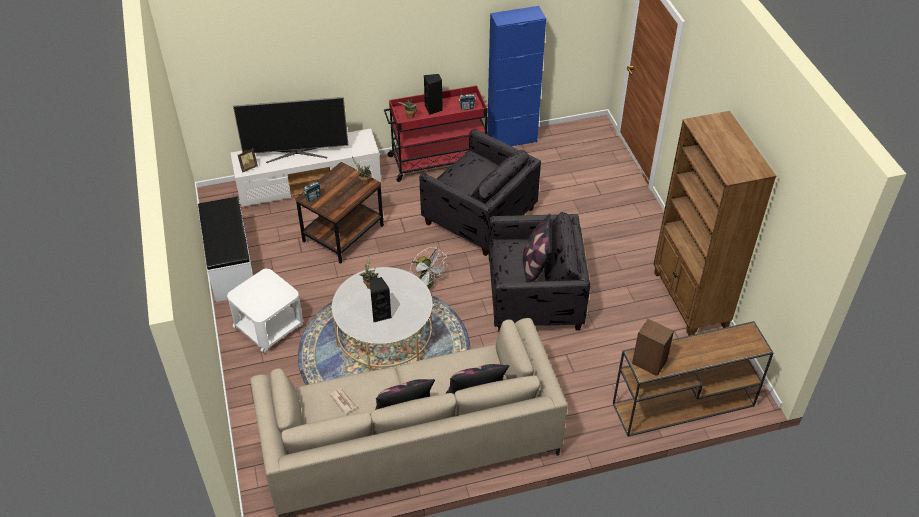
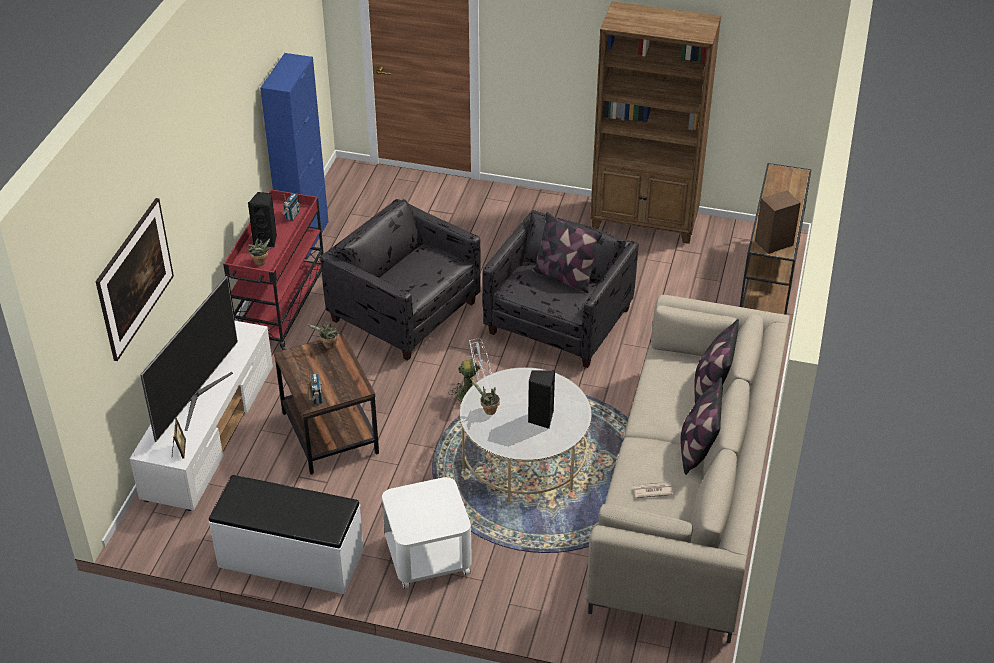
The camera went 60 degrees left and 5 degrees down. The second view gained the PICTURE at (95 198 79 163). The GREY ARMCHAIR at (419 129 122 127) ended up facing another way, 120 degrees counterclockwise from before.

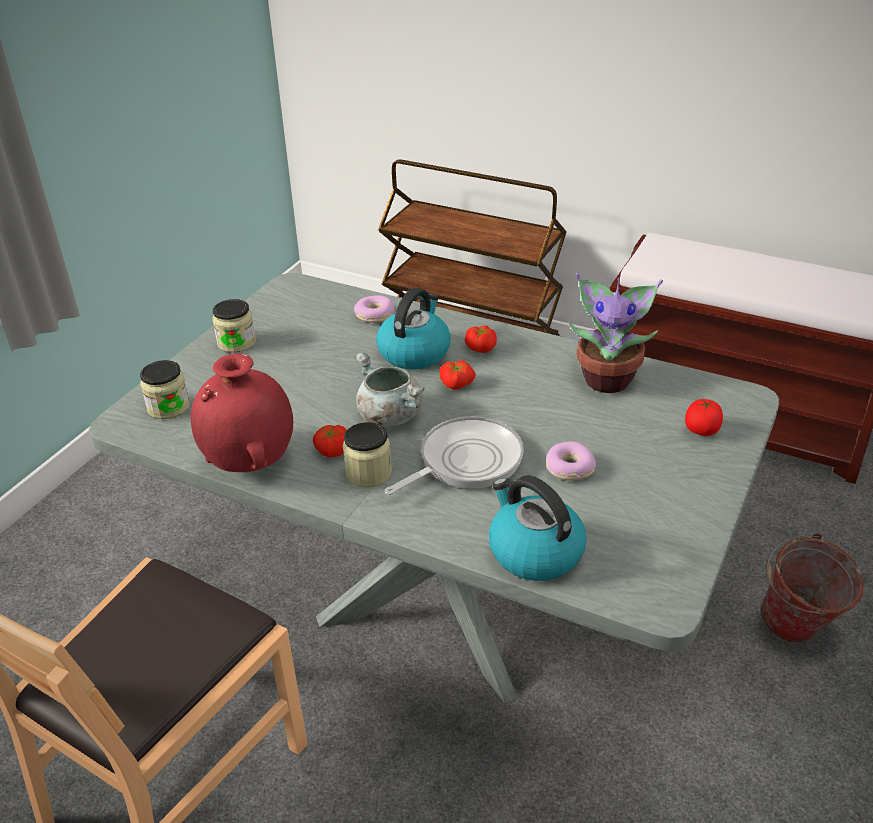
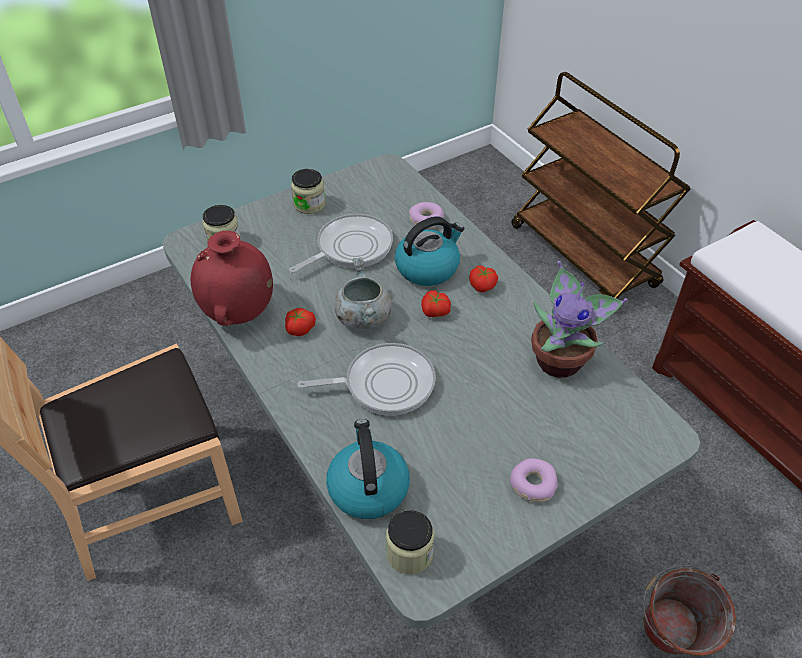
The camera went 30 degrees right and 10 degrees up. The second view gained the PAN at (289 214 104 59). The JAR ended up elsewhere, having gone from (343 422 49 65) to (386 510 48 64). The DOUGHNUT ended up elsewhere, having gone from (546 442 50 39) to (510 458 48 44). The second view lost the WHOLE TOMATO at (685 399 38 37).

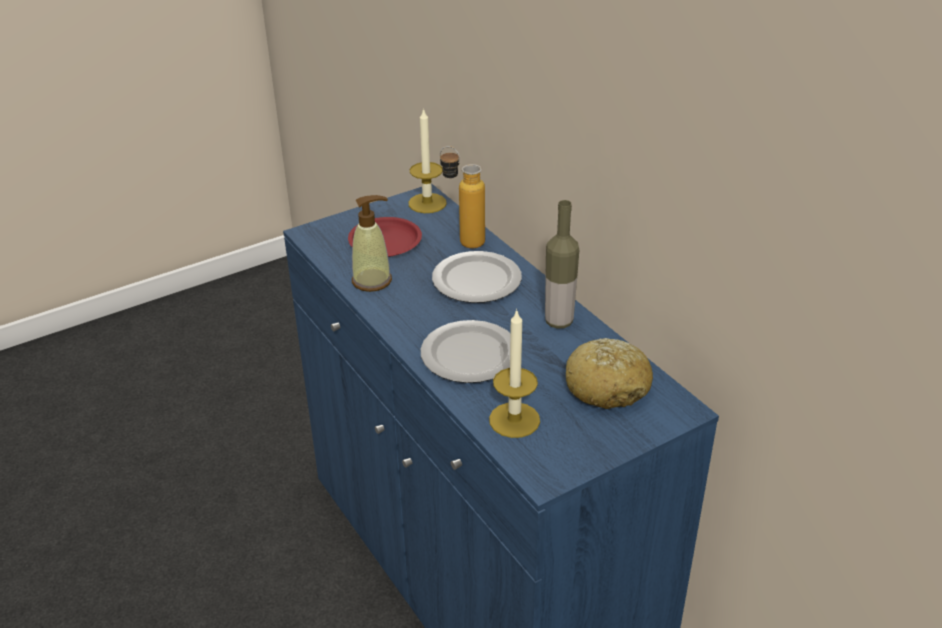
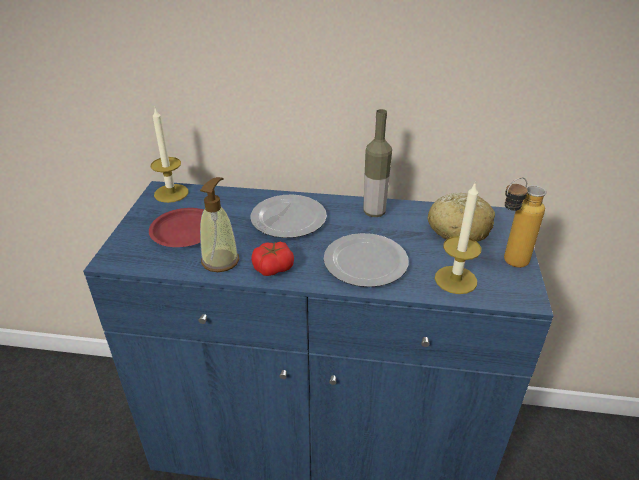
The camera went 50 degrees left and 0 degrees up. The second view gained the WHOLE TOMATO at (251 241 43 35). The BOTTLE ended up elsewhere, having gone from (440 146 45 102) to (504 177 43 91).

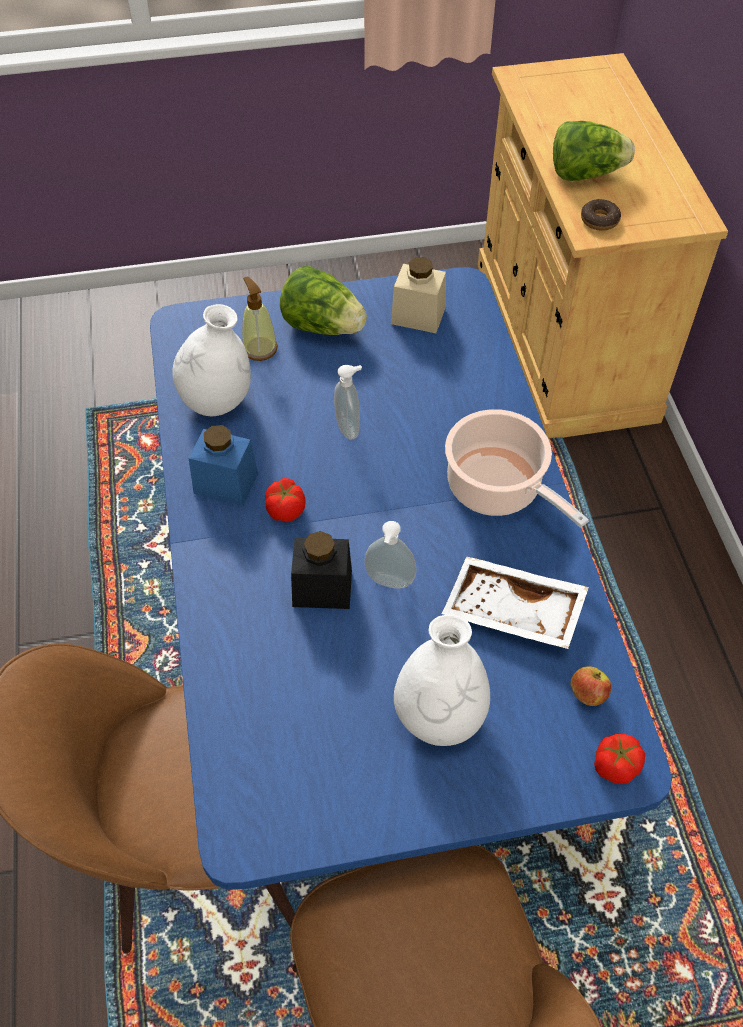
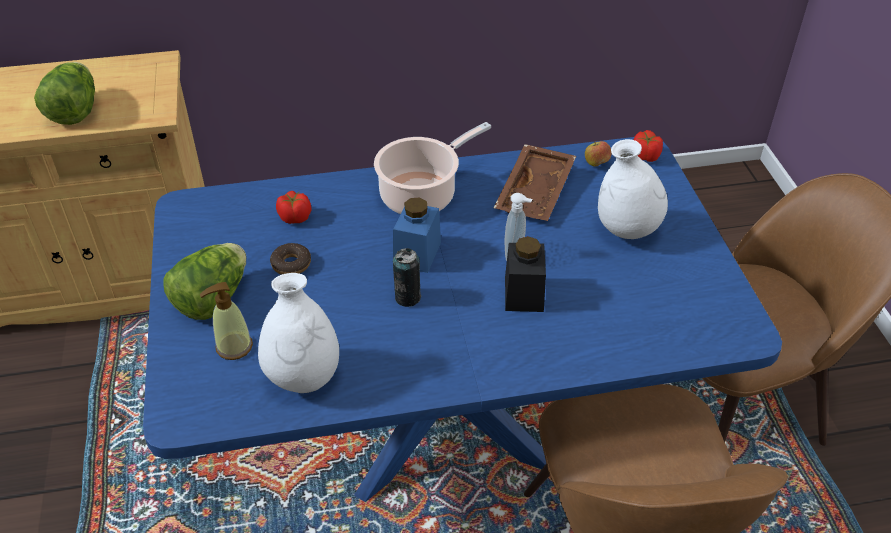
The camera went 90 degrees left and 10 degrees down. The DOUGHNUT ended up elsewhere, having gone from (581 199 40 31) to (270 243 41 32). The WHOLE TOMATO ended up elsewhere, having gone from (265 478 41 44) to (276 191 35 33). The BLUE JAR ended up elsewhere, having gone from (189 425 69 81) to (393 198 48 75). The second view gained the SEALED CAN at (393 248 28 59). What was the WHITE CARRYING TRAY at (442 556 147 93) turned into the BROWN CARRYING TRAY at (494 144 82 77). The second view lost the SOAP DISPENSER at (334 365 28 75). The second view lost the SAND-COLOURED JAR at (391 257 55 76).

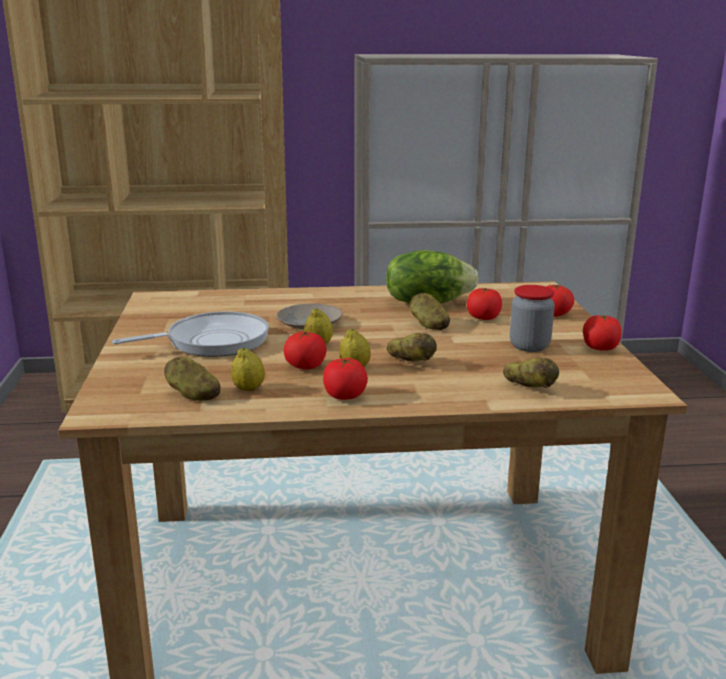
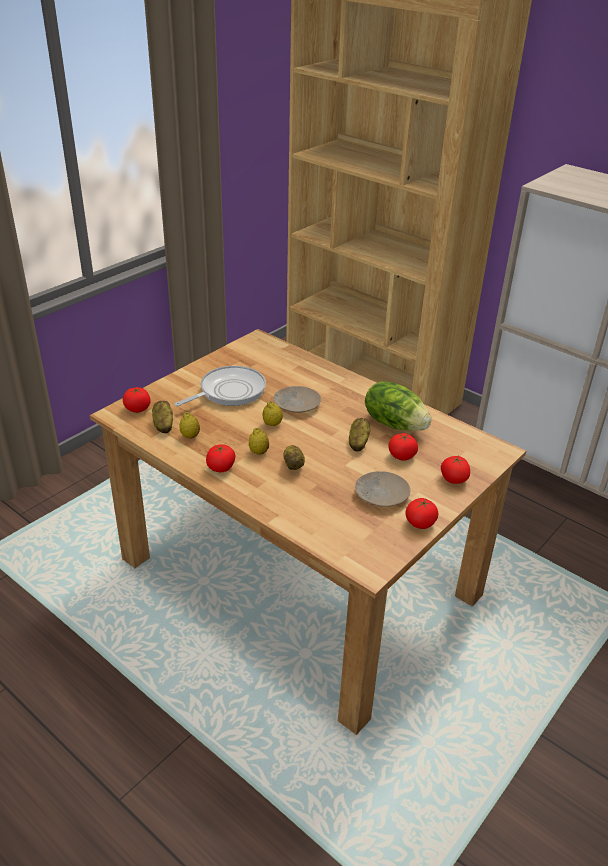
The camera went 45 degrees right and 15 degrees up. The WHOLE TOMATO ended up elsewhere, having gone from (284 331 43 38) to (123 387 28 26). The PAN at (112 311 157 46) ended up facing another way, 60 degrees counterclockwise from before. Where the JAR stood at (510 285 45 67), the SAND-COLOURED FLAT DISH came to stand at (355 471 55 36). The second view lost the SPUD at (503 358 56 30).

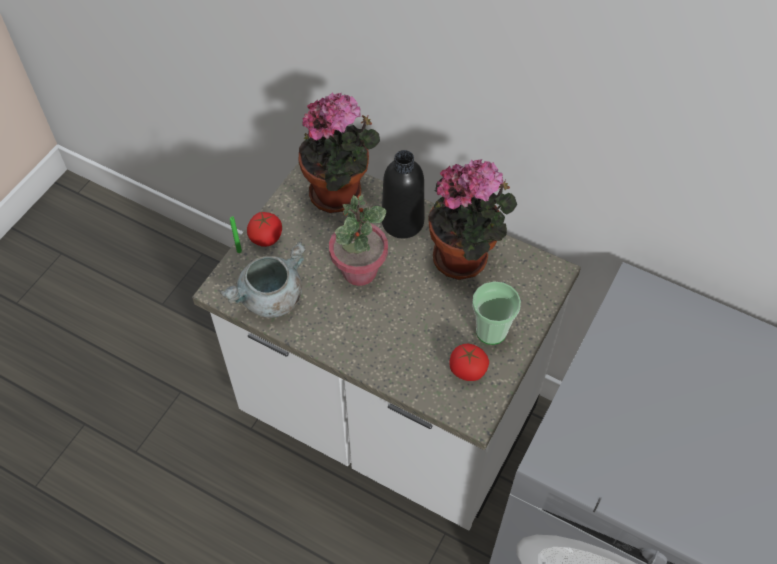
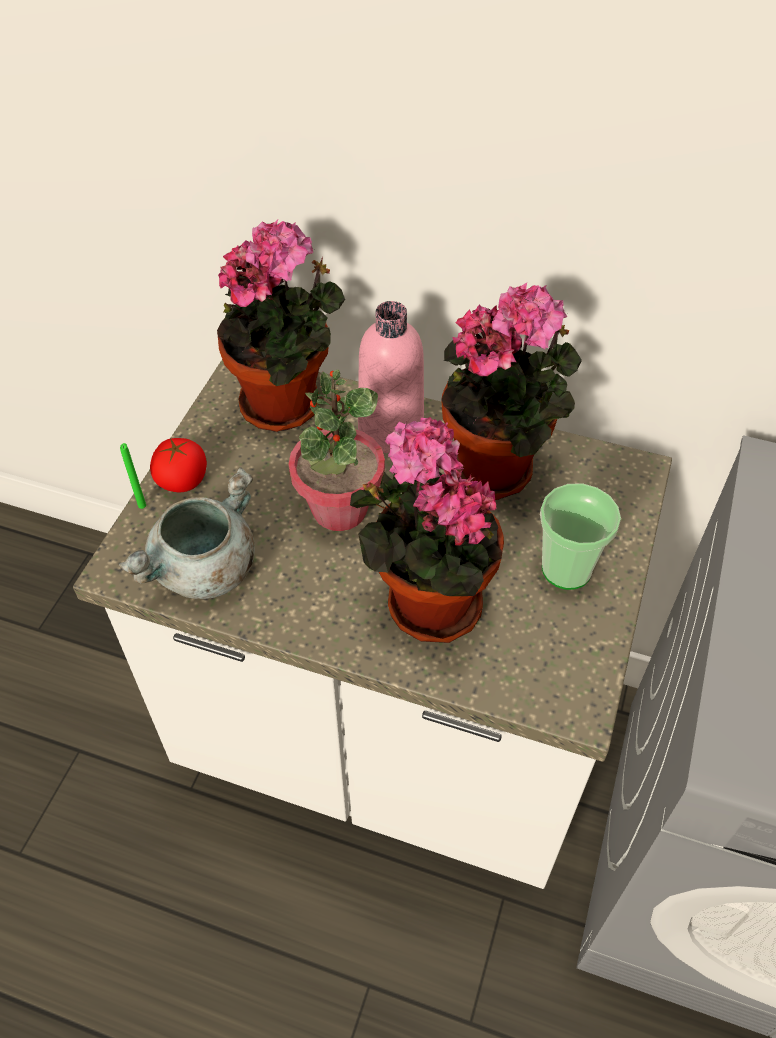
The camera went 10 degrees left and 5 degrees down. The second view gained the PLANT IN A POT at (350 417 154 226). What was the BLACKISH BOTTLE at (382 150 42 88) turned into the PINK-COLOURED BOTTLE at (358 301 66 152). The second view lost the WHOLE TOMATO at (449 344 40 37).

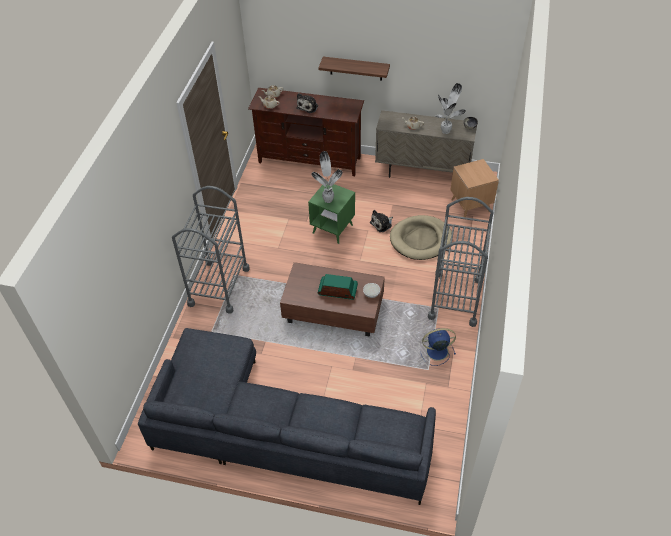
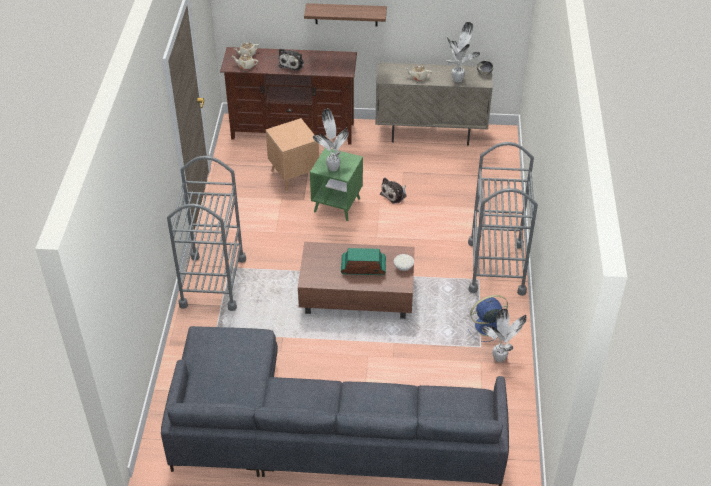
The camera went 10 degrees left and 5 degrees down. The BROWN ACCENT TABLE ended up elsewhere, having gone from (450 159 49 58) to (266 118 53 74). The second view gained the PLANT IN A POT at (482 308 45 54). The second view lost the SAND-COLOURED DOG BED at (390 215 63 45).

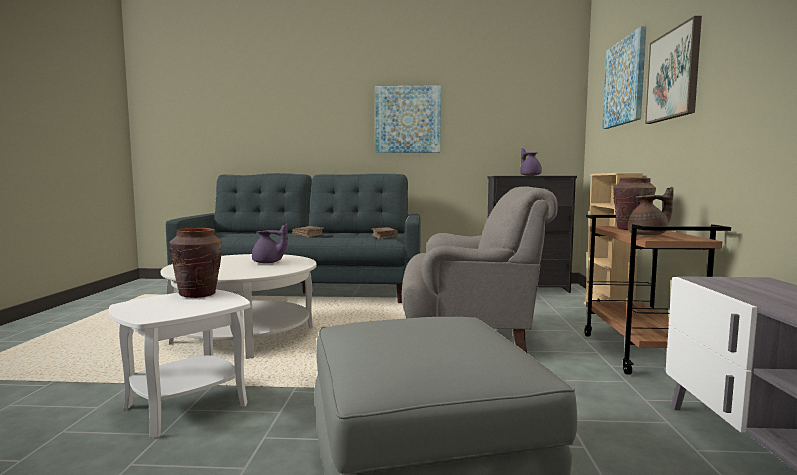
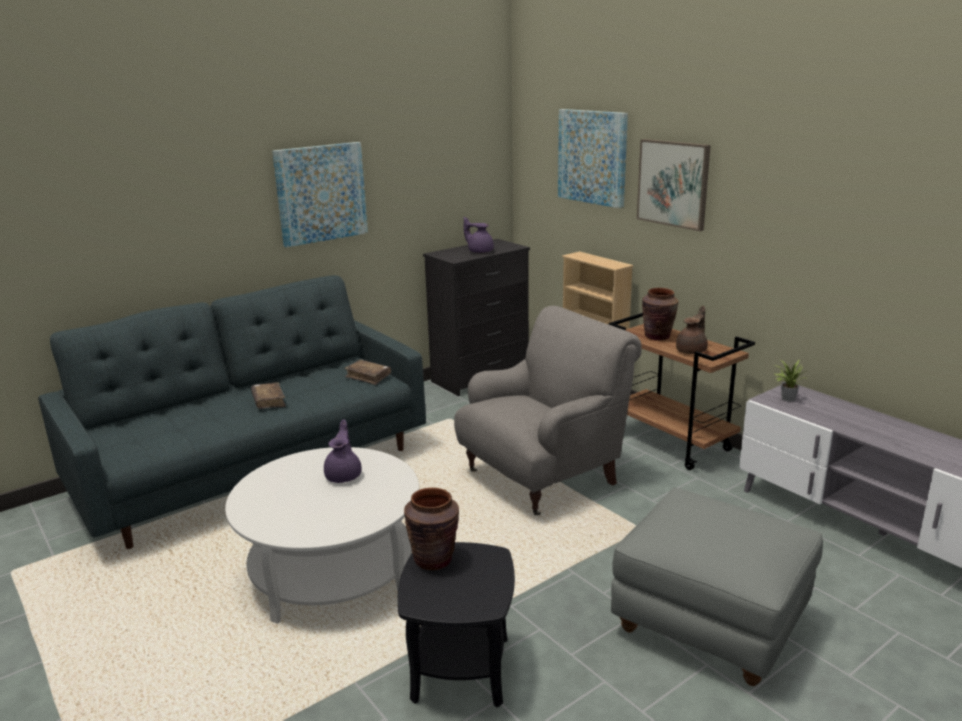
The camera went 40 degrees left and 15 degrees up. The PURPLE-COLOURED TEAPOT at (252 224 36 39) ended up facing another way, 60 degrees counterclockwise from before. What was the WHITE ACCENT TABLE at (109 289 141 149) turned into the BLACKISH ACCENT TABLE at (398 542 117 165). The second view gained the PLANT IN A POT at (774 359 33 43).

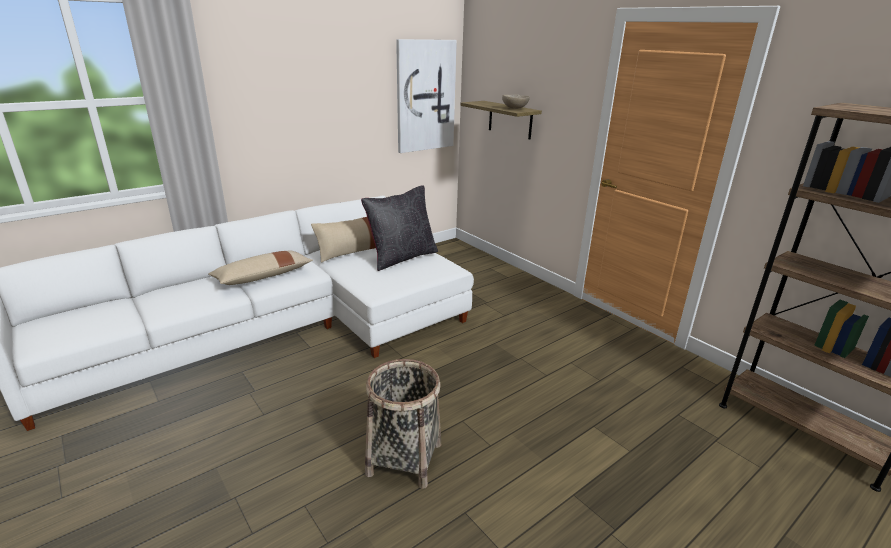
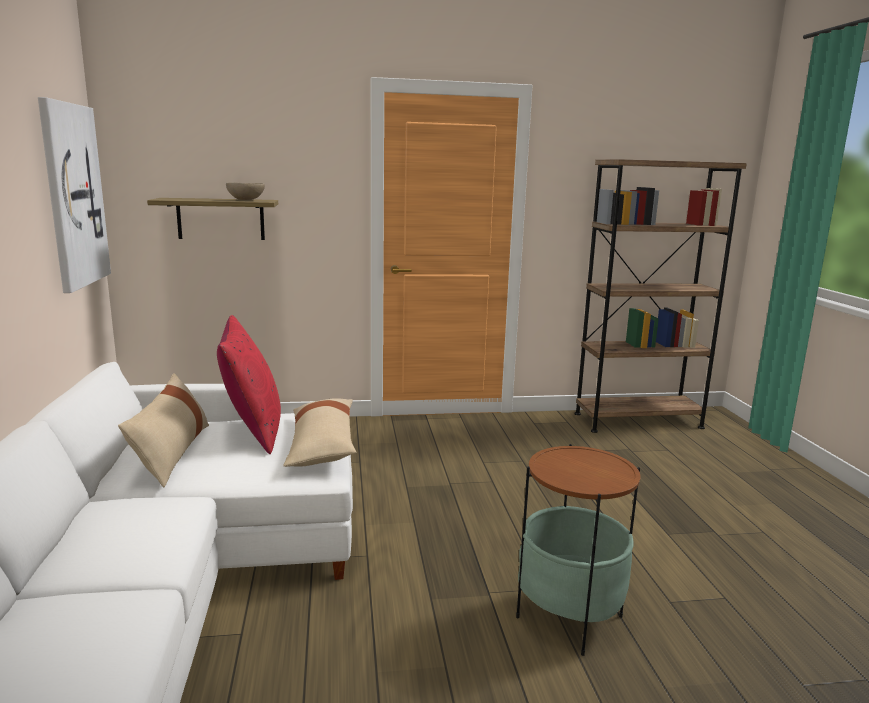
The camera went 60 degrees left and 10 degrees down. What was the BLACKISH PILLOW at (361 185 77 86) turned into the RED-COLOURED PILLOW at (217 315 64 139). The SAND-COLOURED PILLOW ended up elsewhere, having gone from (208 251 105 34) to (284 398 72 69). Where the HOUSEHOLD BASKET stood at (365 359 76 130), the ACCENT TABLE came to stand at (516 444 125 212).

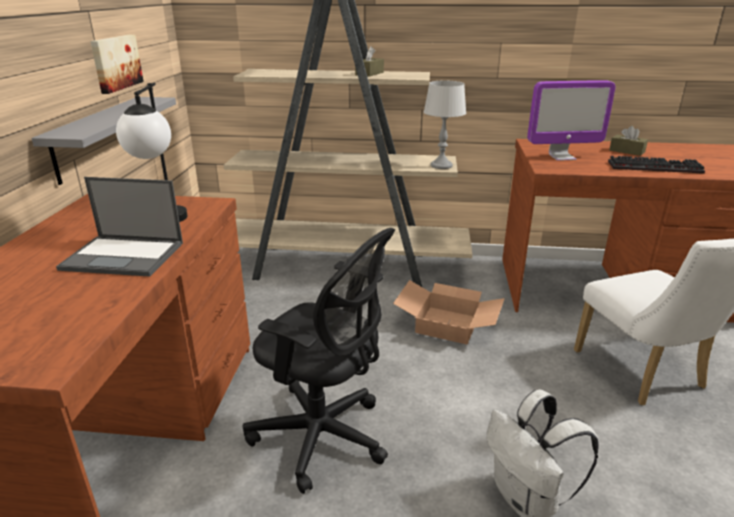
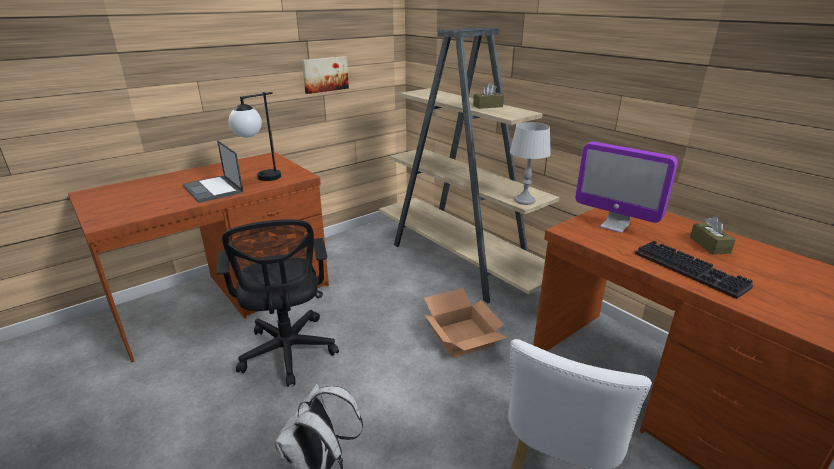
The camera went 45 degrees right and 0 degrees up. The second view lost the GREY WALL SHELF at (31 97 145 88).

